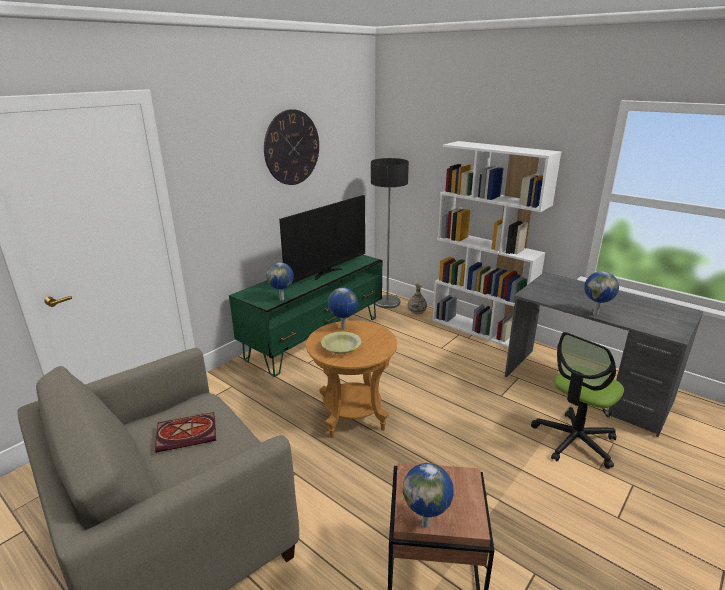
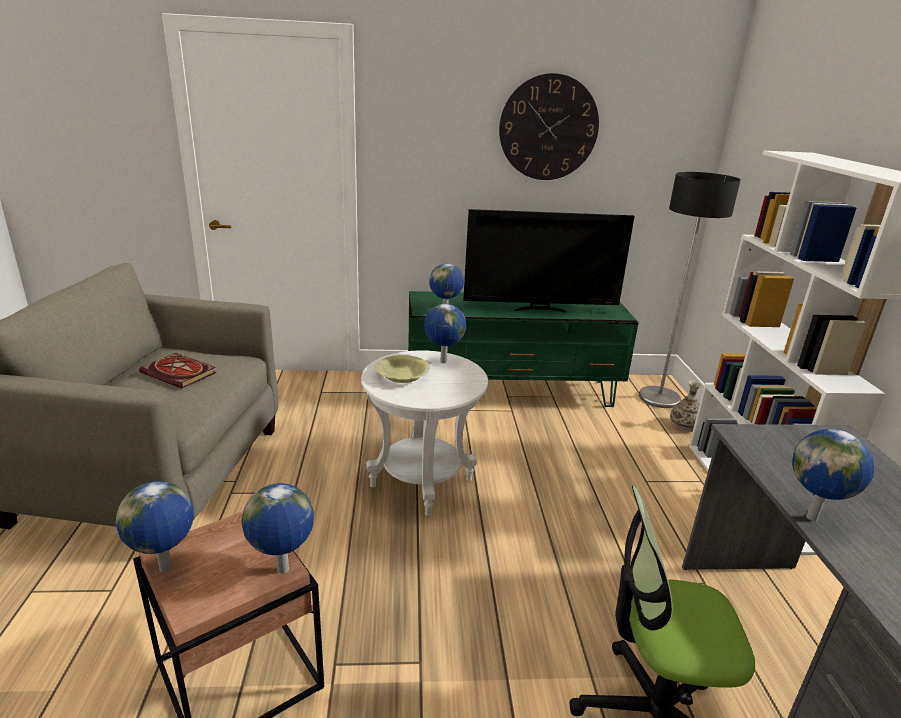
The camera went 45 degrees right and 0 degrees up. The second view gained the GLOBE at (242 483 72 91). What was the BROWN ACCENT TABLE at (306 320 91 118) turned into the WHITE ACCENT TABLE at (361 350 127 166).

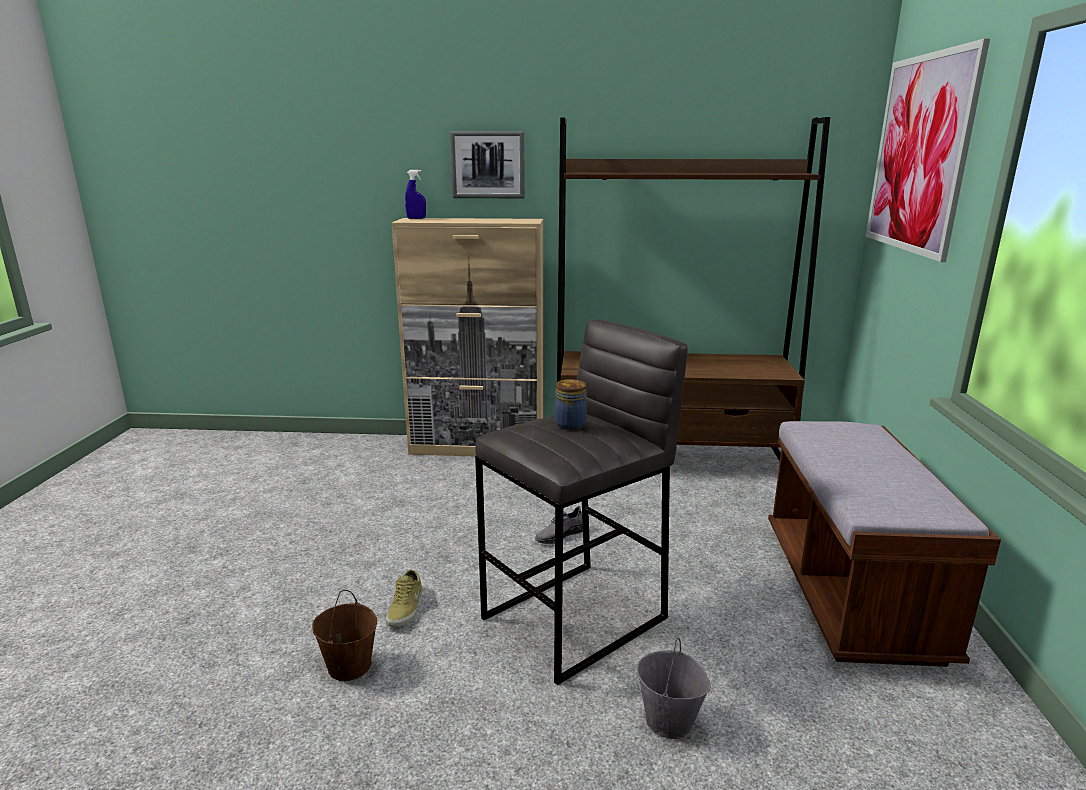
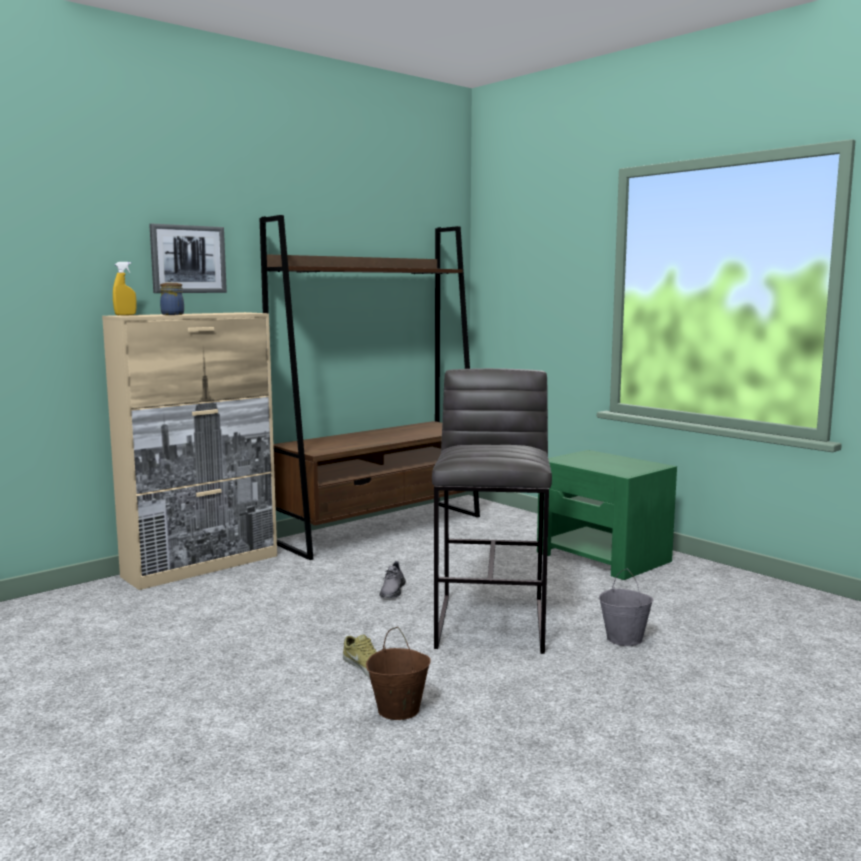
The camera went 45 degrees left and 10 degrees down. What was the BLUE SPRAYER at (405 170 21 49) turned into the YELLOW SPRAYER at (113 262 23 53). The JAR ended up elsewhere, having gone from (554 379 33 51) to (160 283 24 32). Where the BROWN LONG SEAT stood at (768 421 233 246), the GREENISH NIGHT TABLE came to stand at (537 450 140 130). The second view lost the PICTURE at (866 38 124 224).

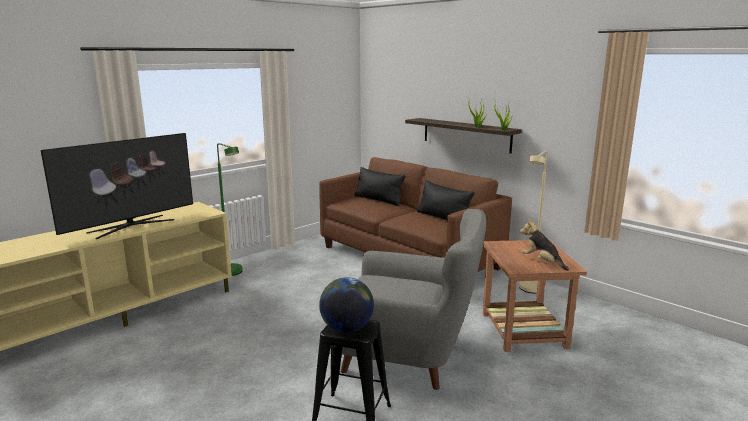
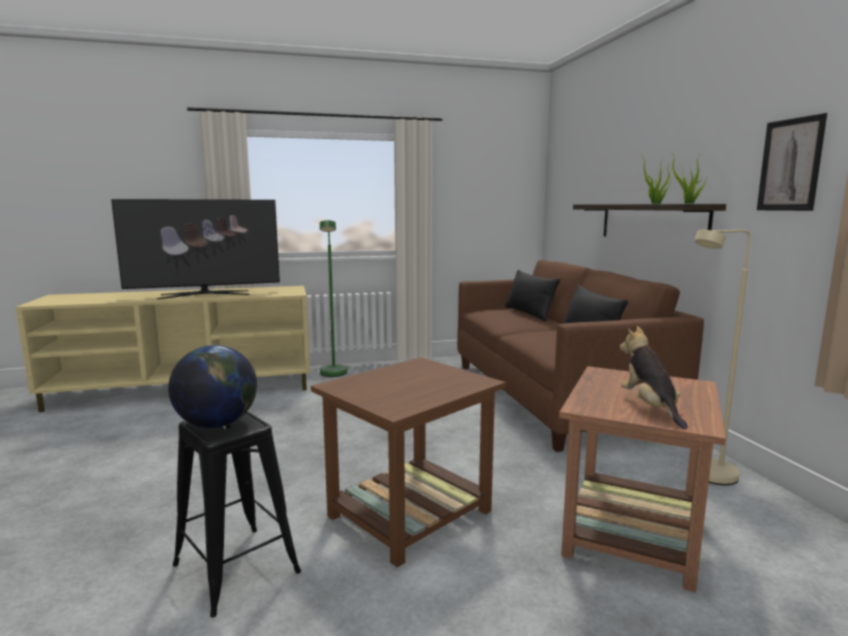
The camera went 30 degrees right and 5 degrees down. Where the GREY ARMCHAIR stood at (341 209 145 181), the BROWN ACCENT TABLE came to stand at (311 357 195 210). The second view gained the PICTURE at (757 113 70 98).

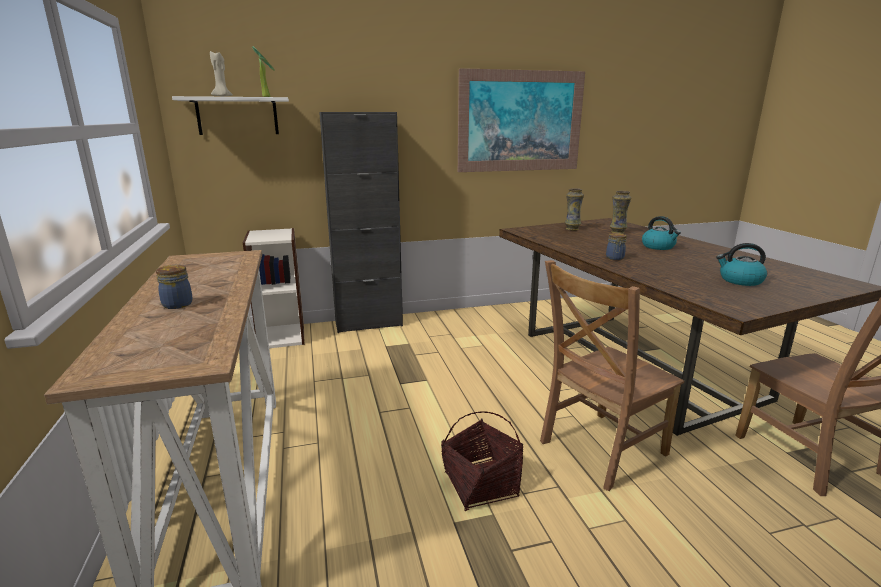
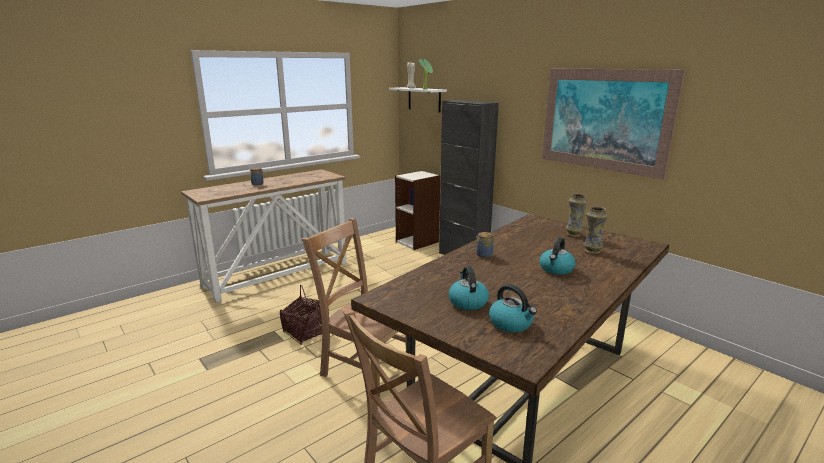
The camera went 65 degrees right and 0 degrees up. The second view gained the WATER KETTLE at (489 284 48 48).

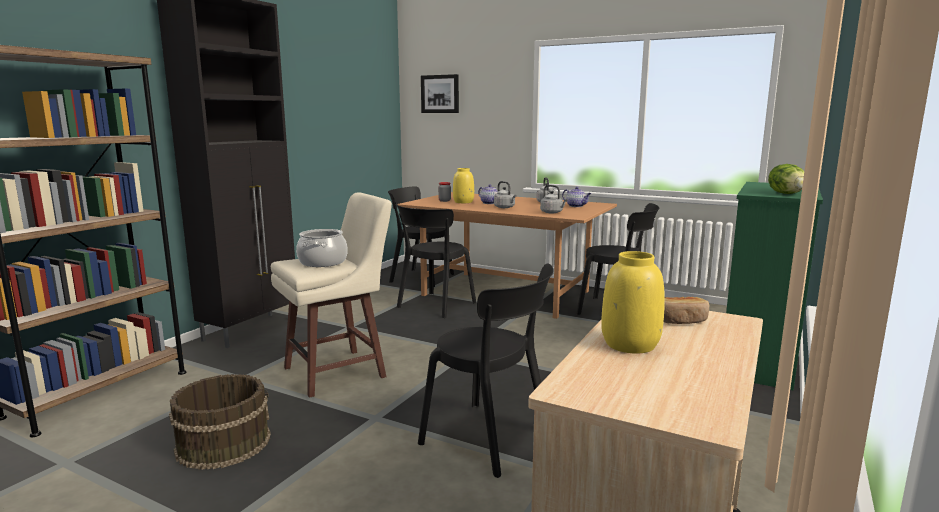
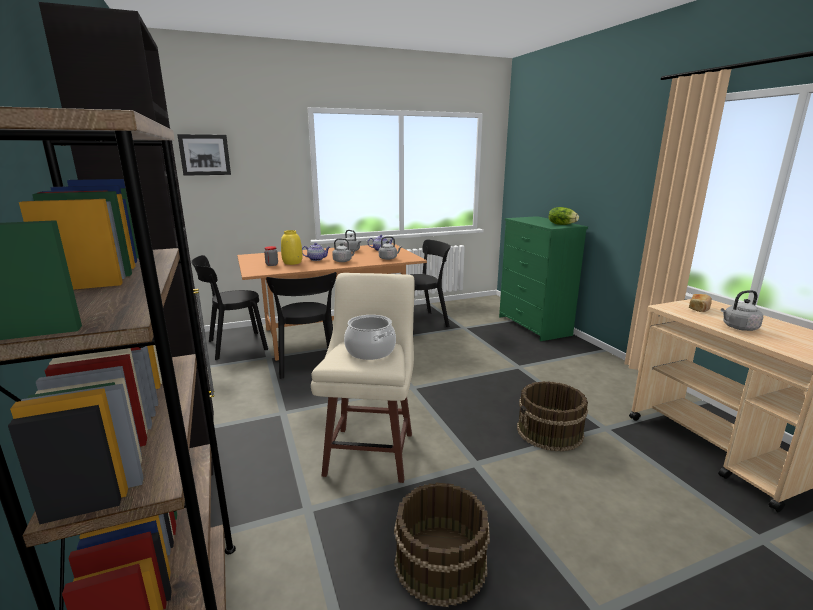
The camera went 50 degrees left and 5 degrees up. Where the BLACKISH PLAIN CHAIR stood at (418 264 136 214), the BROWN WATER BUCKET came to stand at (517 381 71 71). Where the YELLOW FLOWER VASE stood at (601 251 64 103), the GREY WATER KETTLE came to stand at (721 290 42 41).

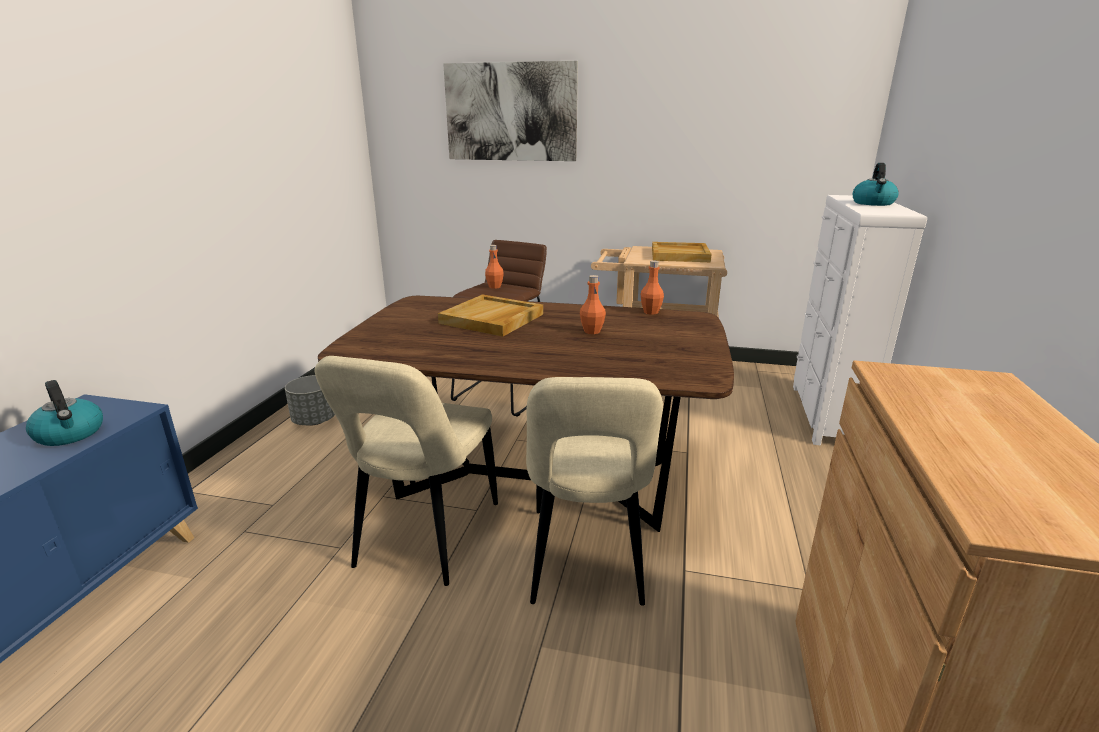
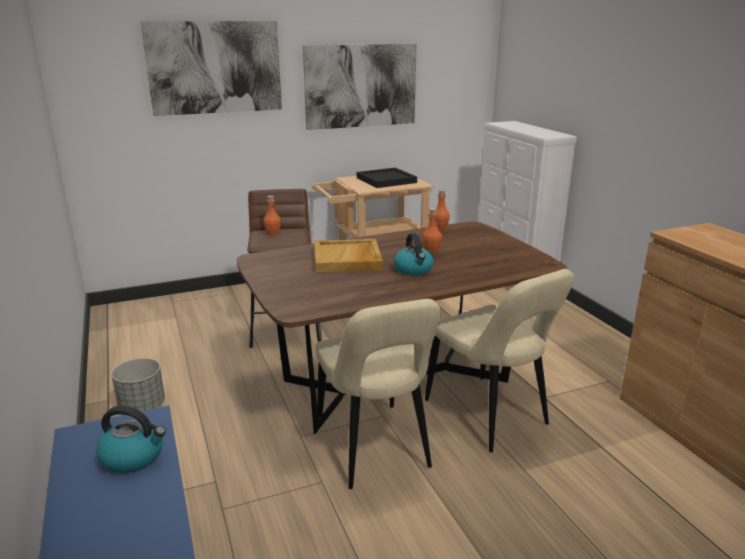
The camera went 35 degrees left and 0 degrees up. The second view gained the PICTURE at (303 44 114 86). What was the SAND-COLOURED CARRYING TRAY at (652 242 60 20) turned into the BLACKISH CARRYING TRAY at (357 168 60 20). The WATER KETTLE ended up elsewhere, having gone from (853 163 46 43) to (394 233 40 43).

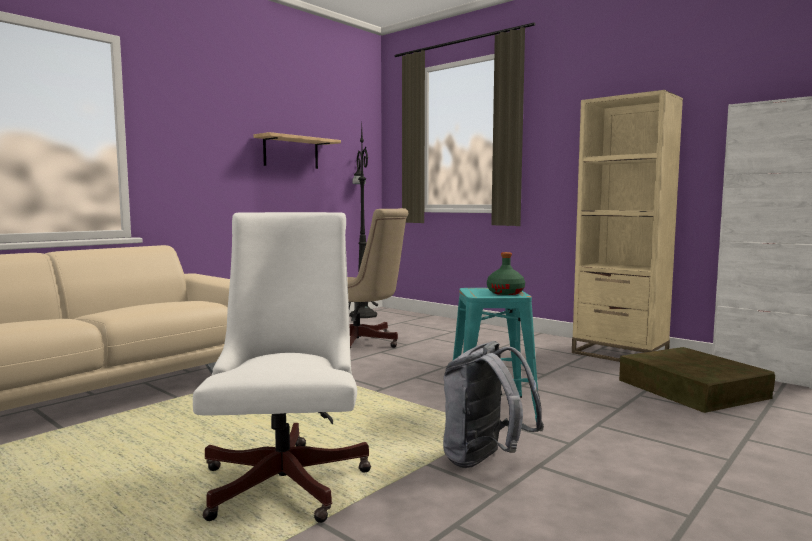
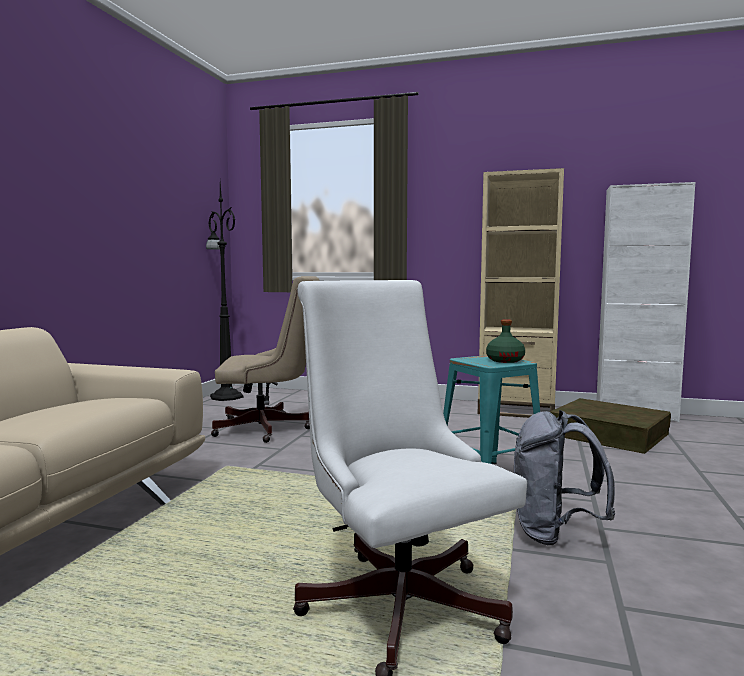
The camera went 25 degrees left and 0 degrees up. The second view lost the WALL SHELF at (253 132 88 37).

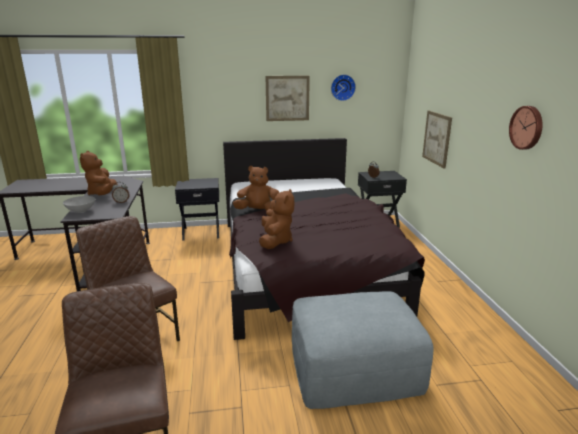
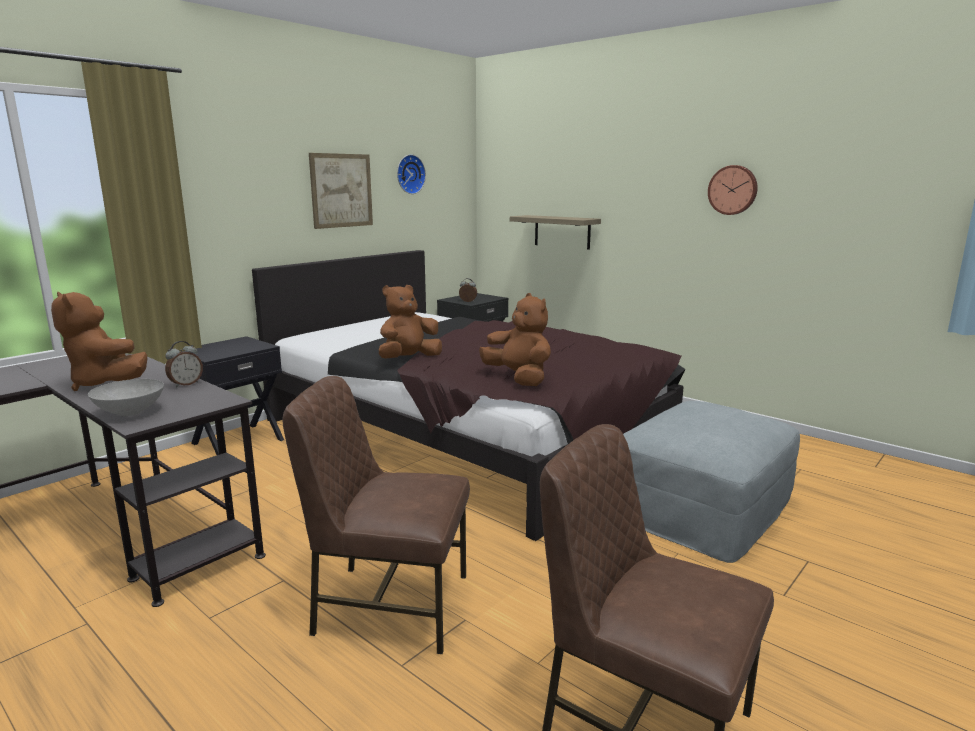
The camera went 40 degrees left and 5 degrees down. Where the PICTURE hung at (422 111 30 58), the WALL SHELF came to hang at (510 215 91 35).

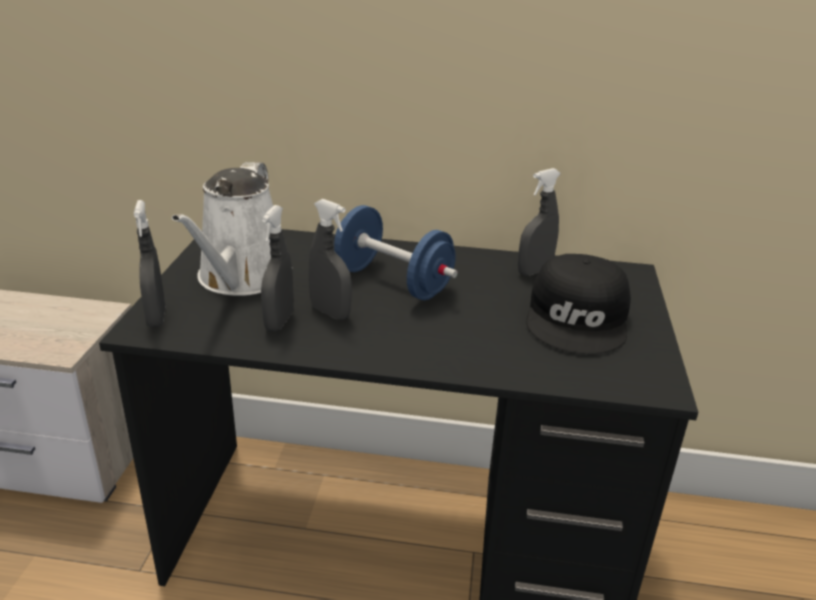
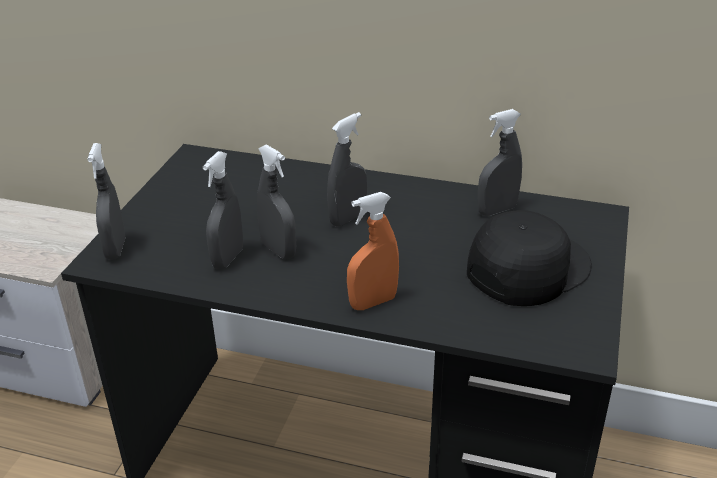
The camera went 10 degrees right and 5 degrees up. Where the BLUE FREE WEIGHT stood at (334 205 124 95), the GREY SPRAYER came to stand at (327 112 40 115). The second view gained the ORANGE SPRAYER at (347 192 52 118). The BLACKISH CAP at (526 254 105 100) ended up facing another way, 150 degrees counterclockwise from before. The second view lost the WHITE SPRINKLING CAN at (172 162 101 134).

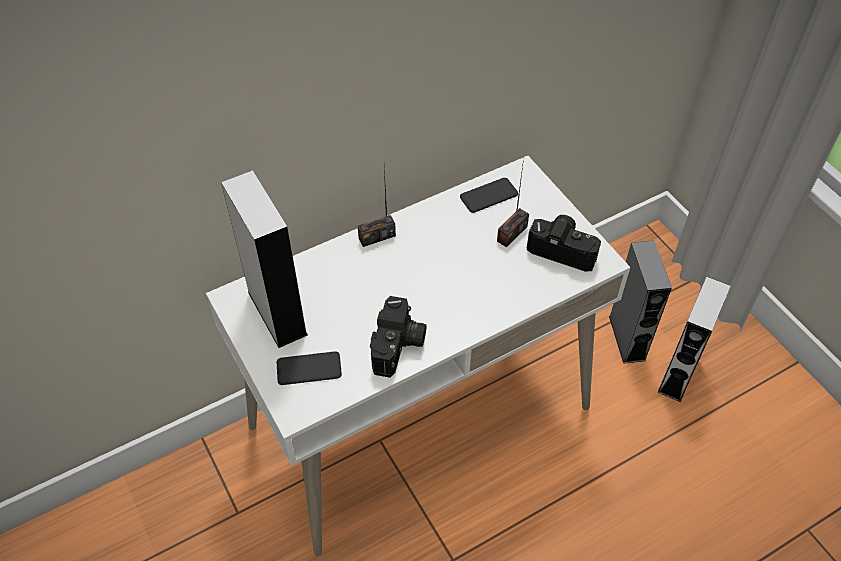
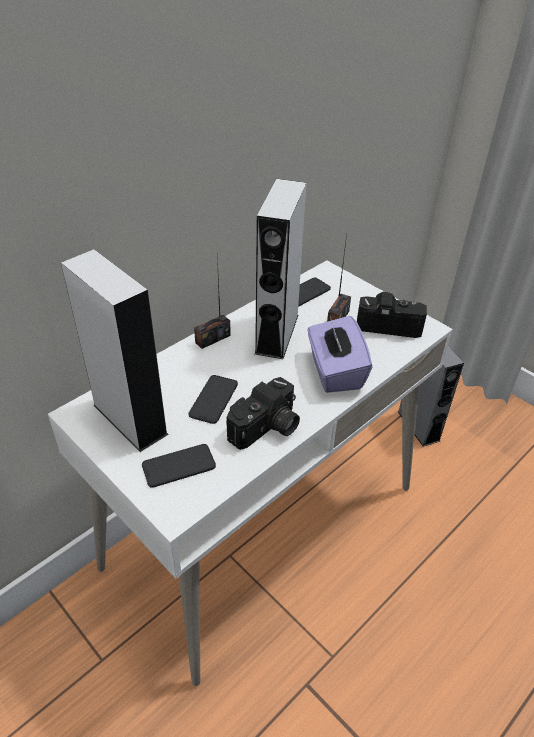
The camera went 15 degrees left and 10 degrees down. The second view gained the PHONE at (188 375 50 49). The STILL CAMERA at (370 296 57 82) ended up facing another way, 45 degrees clockwise from before. The GREY SPEAKER ended up elsewhere, having gone from (657 276 73 126) to (255 179 52 180). The second view gained the PURPLE-COLOURED TISSUE BOX at (308 316 64 77).

